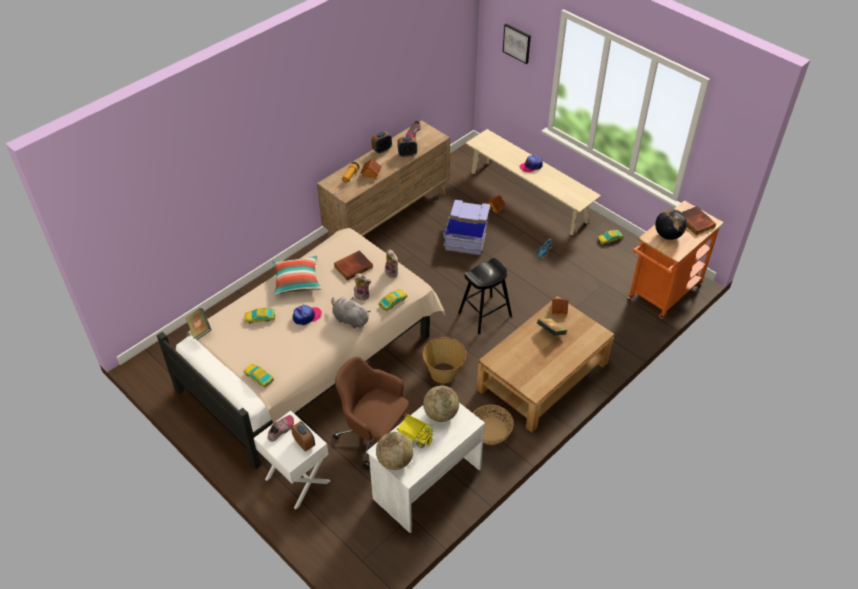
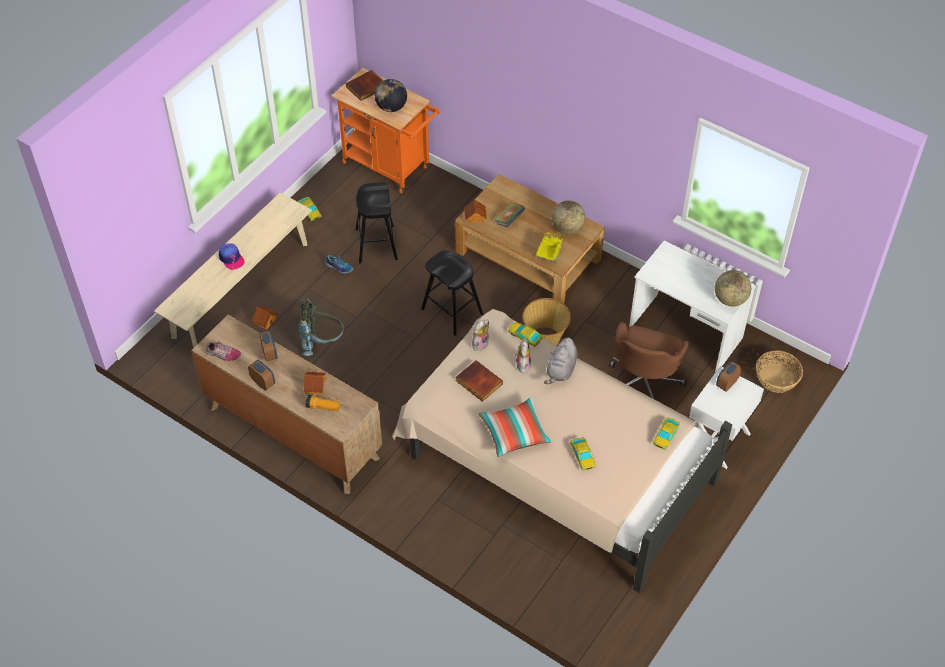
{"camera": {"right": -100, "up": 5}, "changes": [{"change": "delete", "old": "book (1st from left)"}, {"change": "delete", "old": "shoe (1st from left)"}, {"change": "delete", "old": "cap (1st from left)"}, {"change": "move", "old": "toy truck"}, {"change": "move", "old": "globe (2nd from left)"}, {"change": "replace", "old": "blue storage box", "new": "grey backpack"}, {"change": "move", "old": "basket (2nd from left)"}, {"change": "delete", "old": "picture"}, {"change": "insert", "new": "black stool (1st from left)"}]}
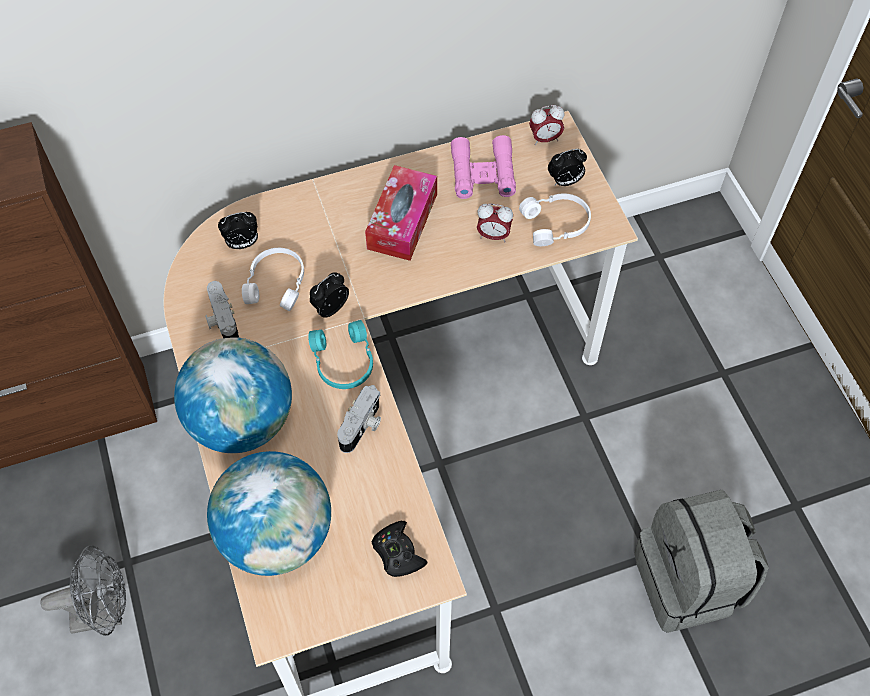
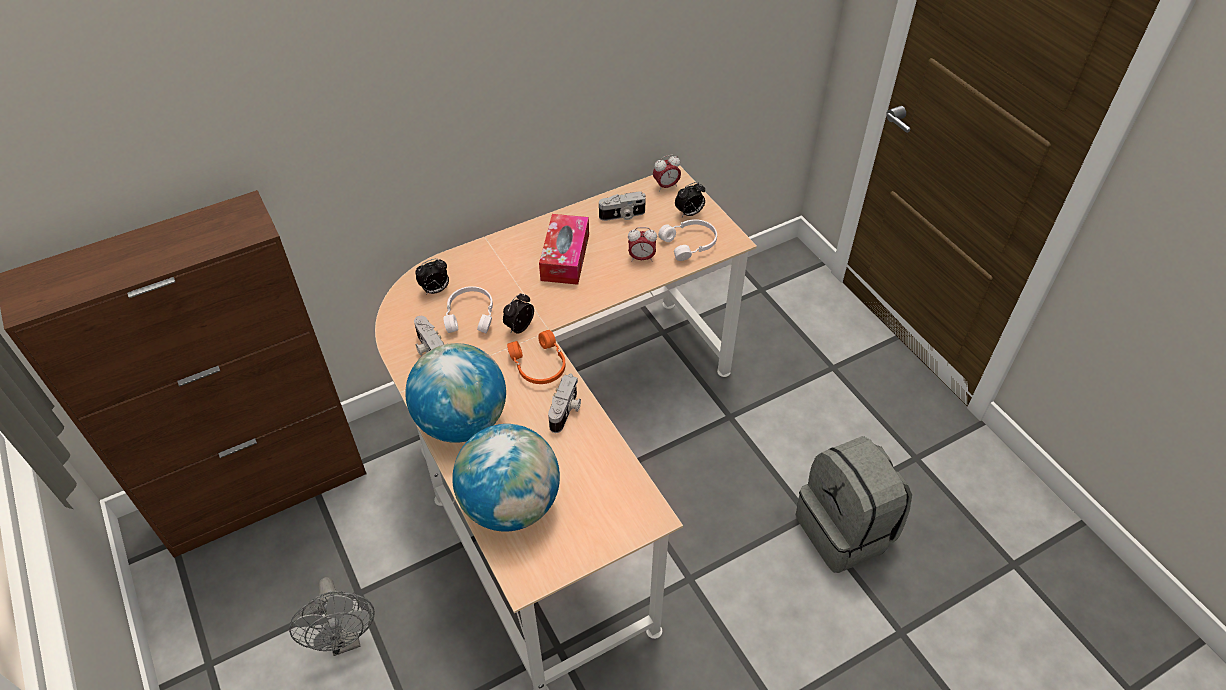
{"camera": {"right": -10, "up": -10}, "changes": [{"change": "rotate", "old": "grey fan", "degrees": 90}, {"change": "recolor", "old": "turquoise headphones", "new": "orange headphones"}, {"change": "delete", "old": "black game controller"}, {"change": "replace", "old": "pink binoculars", "new": "photo camera (3rd from left)"}]}
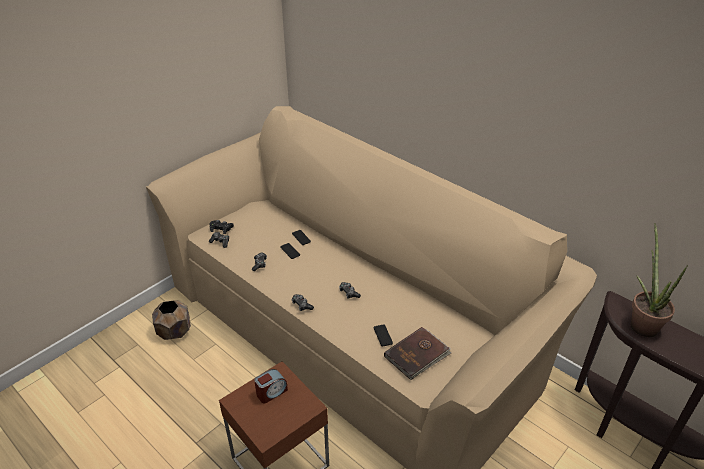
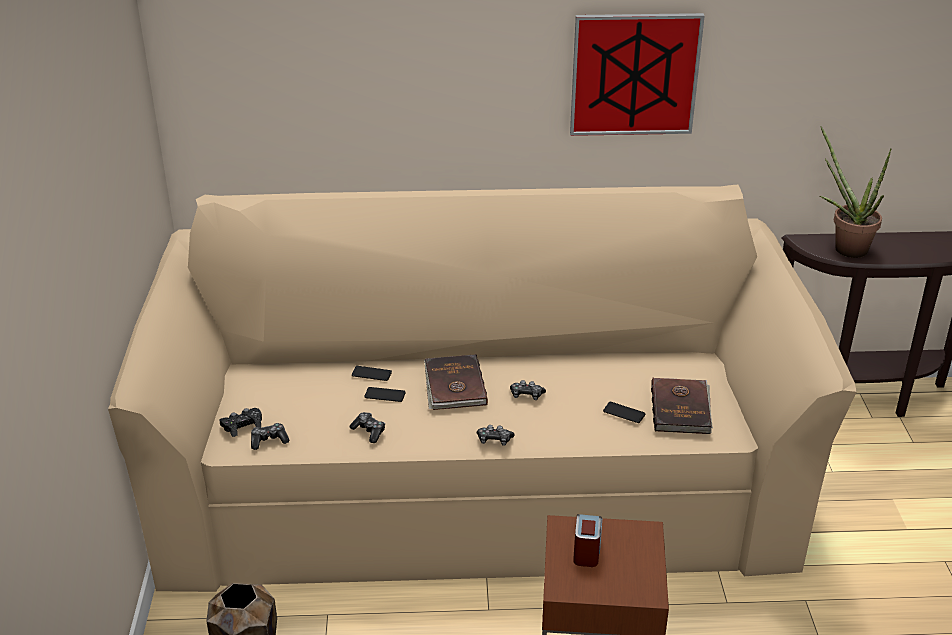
{"camera": {"right": -45, "up": -5}, "changes": [{"change": "insert", "new": "brown book (1st from left)"}, {"change": "insert", "new": "picture"}]}
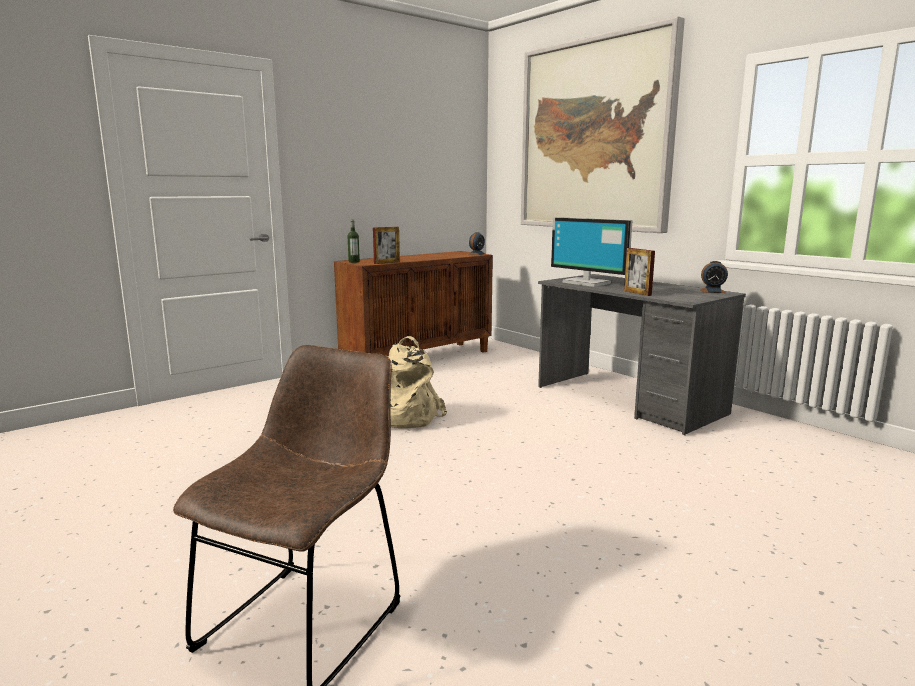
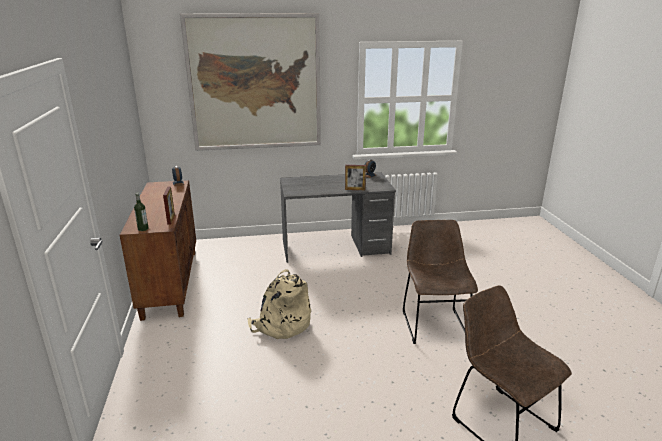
{"camera": {"right": -60, "up": 10}, "changes": [{"change": "delete", "old": "monitor"}, {"change": "insert", "new": "brown chair (1st from left)"}]}
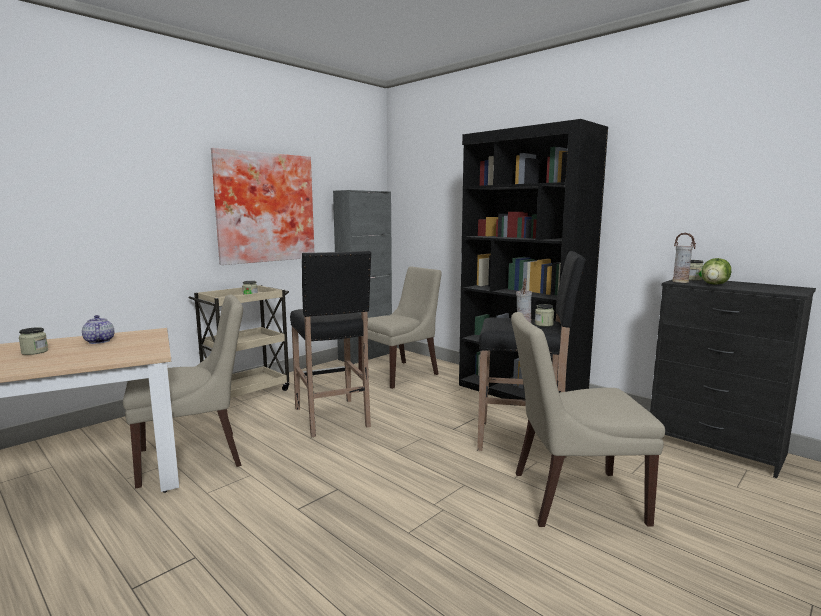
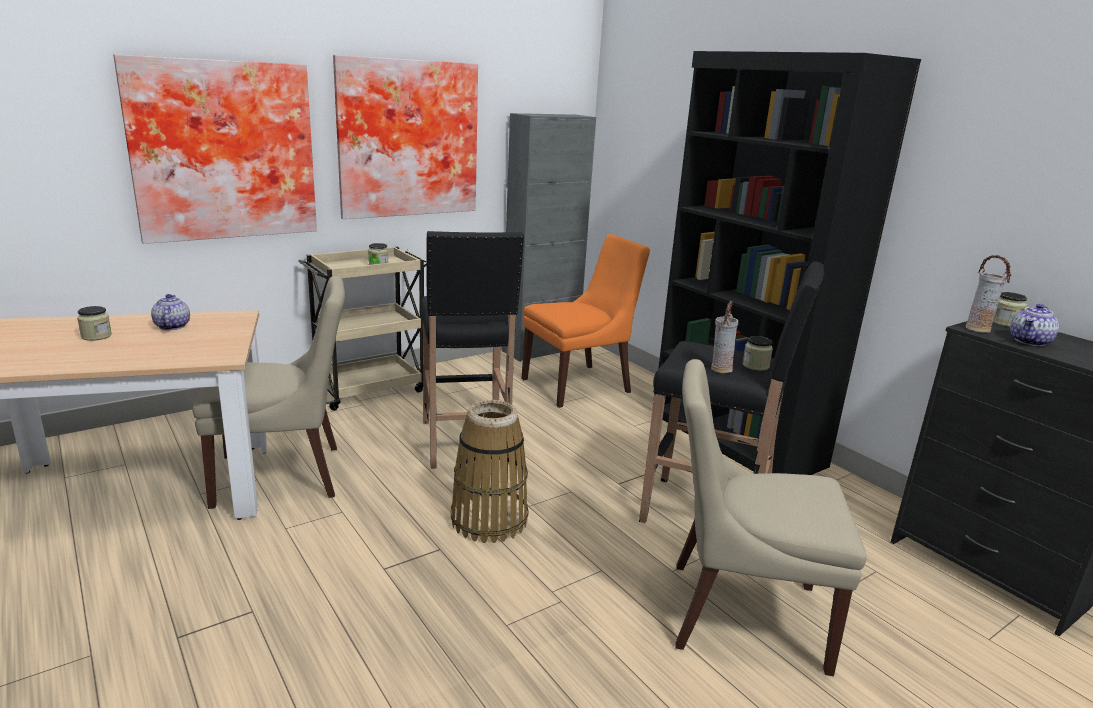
{"camera": {"right": 10, "up": 10}, "changes": [{"change": "recolor", "old": "beige chair (2nd from left)", "new": "orange chair"}, {"change": "replace", "old": "lettuce", "new": "teapot (2nd from left)"}, {"change": "insert", "new": "picture (1st from left)"}, {"change": "insert", "new": "basket"}]}
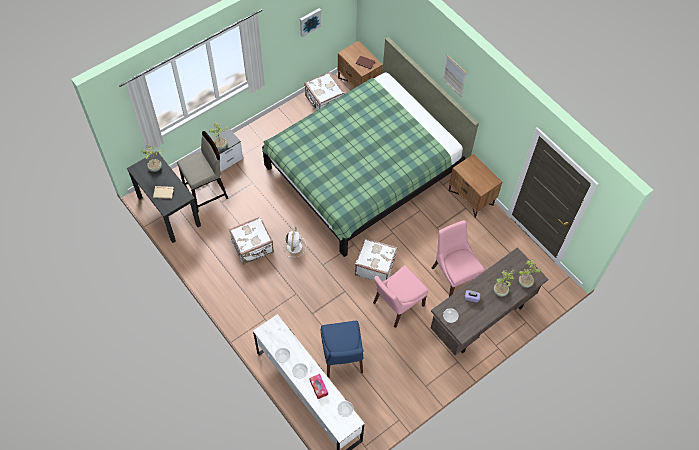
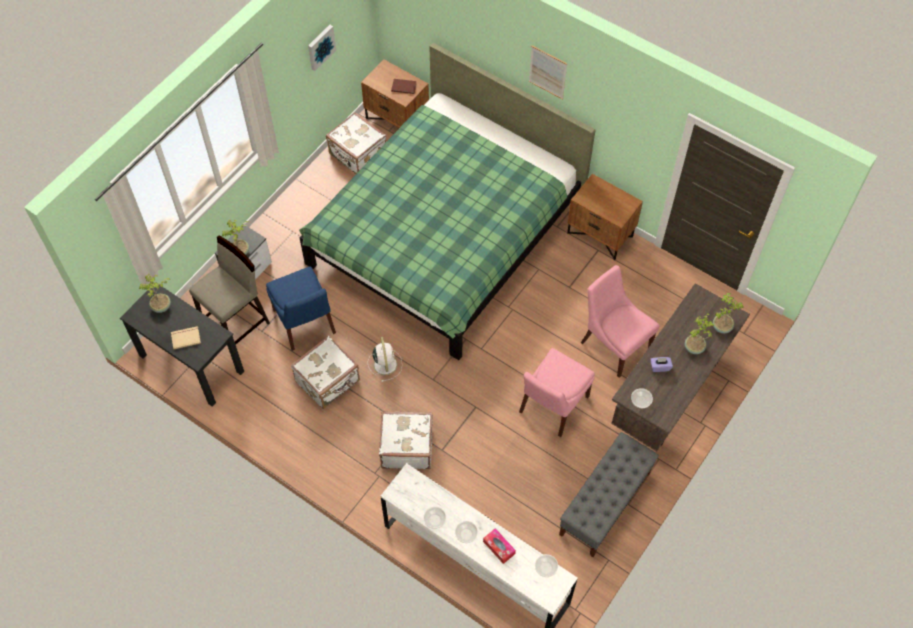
{"camera": {"right": -15, "up": 0}, "changes": [{"change": "move", "old": "blue chair"}, {"change": "move", "old": "white suitcase (3rd from left)"}, {"change": "insert", "new": "grey bench"}]}
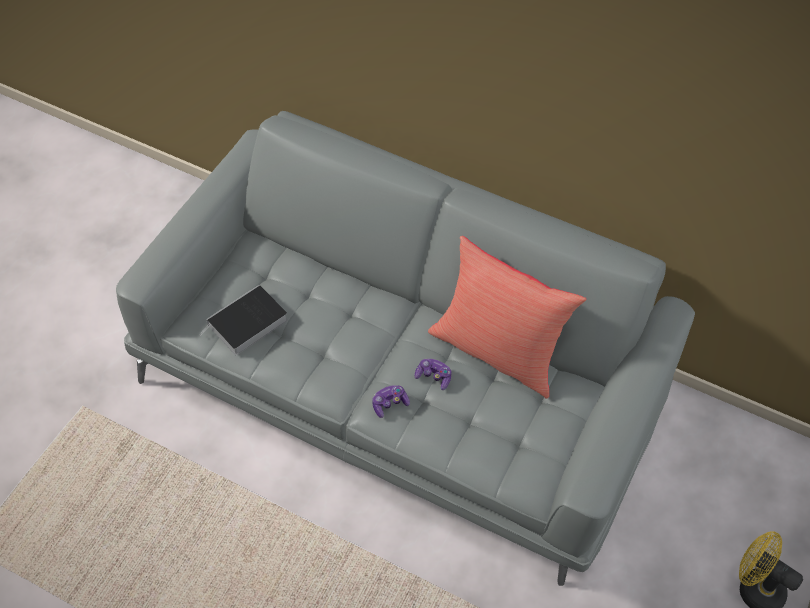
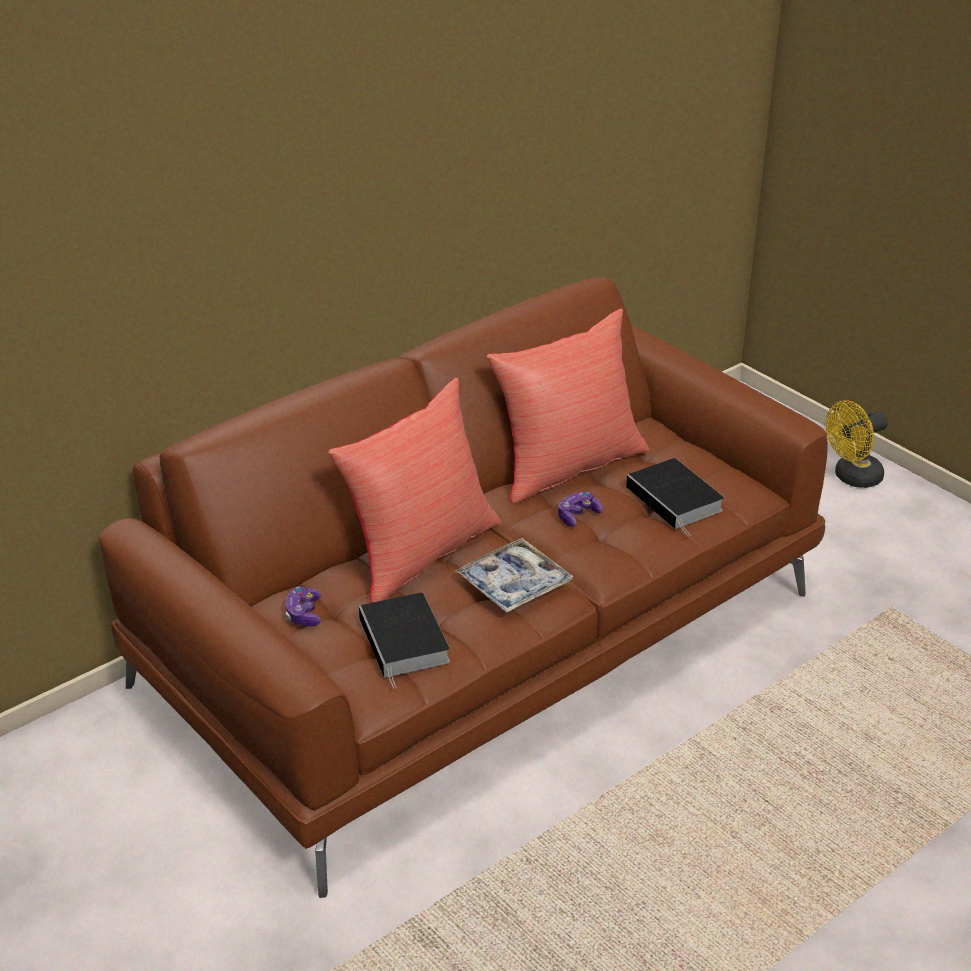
{"camera": {"right": -65, "up": -20}, "changes": [{"change": "recolor", "old": "grey sofa", "new": "brown sofa"}, {"change": "move", "old": "game controller (1st from left)"}, {"change": "insert", "new": "red pillow (1st from left)"}, {"change": "insert", "new": "tray"}, {"change": "insert", "new": "book (2nd from left)"}]}
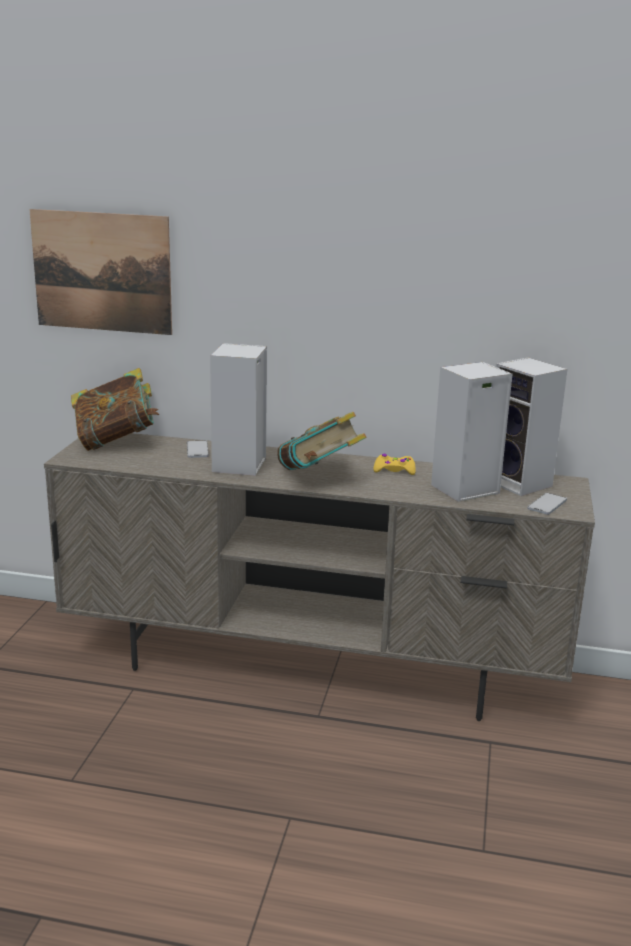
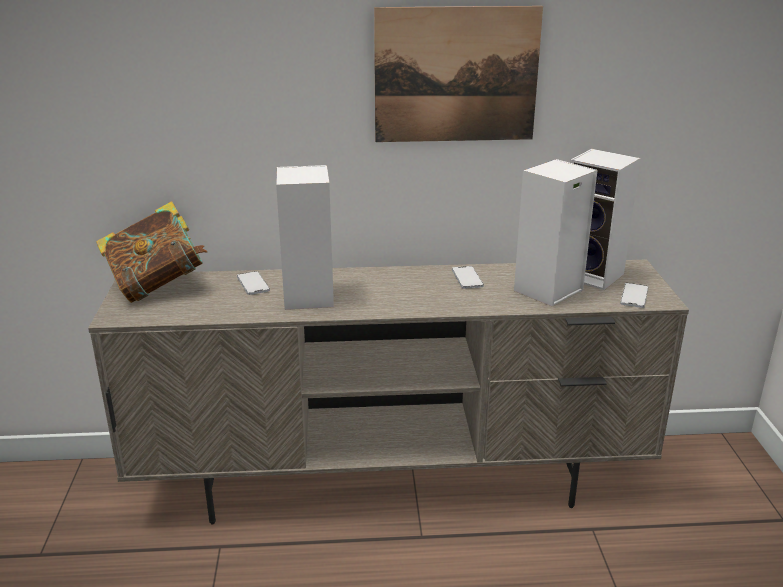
{"camera": {"right": -15, "up": 5}, "changes": [{"change": "move", "old": "picture"}, {"change": "delete", "old": "book (2nd from left)"}, {"change": "replace", "old": "yellow game controller", "new": "phone (2nd from left)"}]}
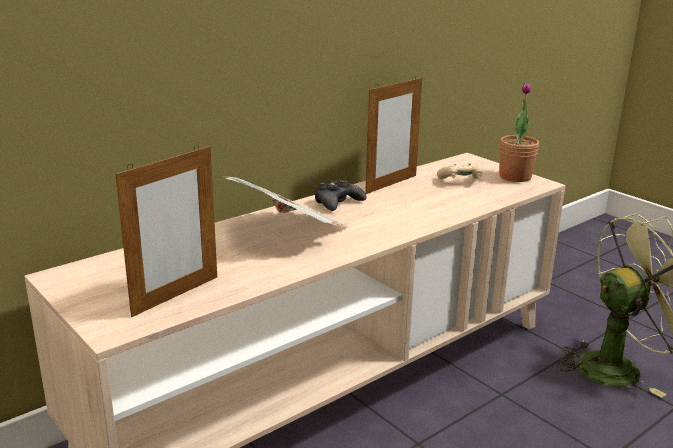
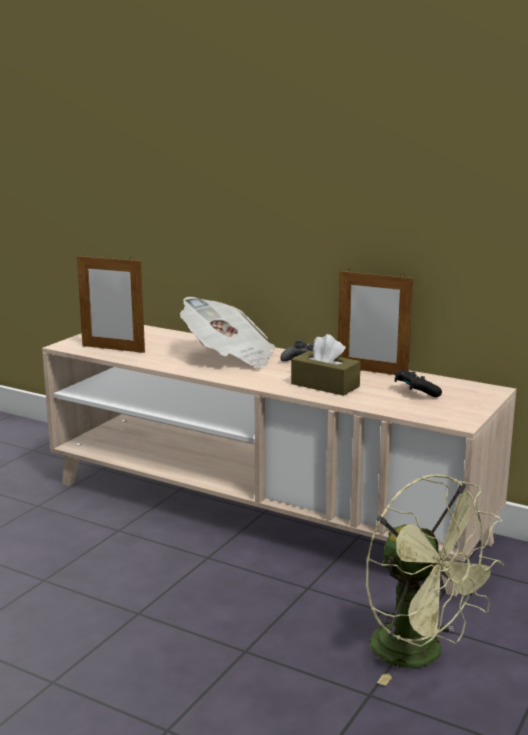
{"camera": {"right": 70, "up": -5}, "changes": [{"change": "recolor", "old": "beige game controller", "new": "black game controller (2nd from left)"}, {"change": "delete", "old": "potted plant"}, {"change": "insert", "new": "brown tissue box"}]}
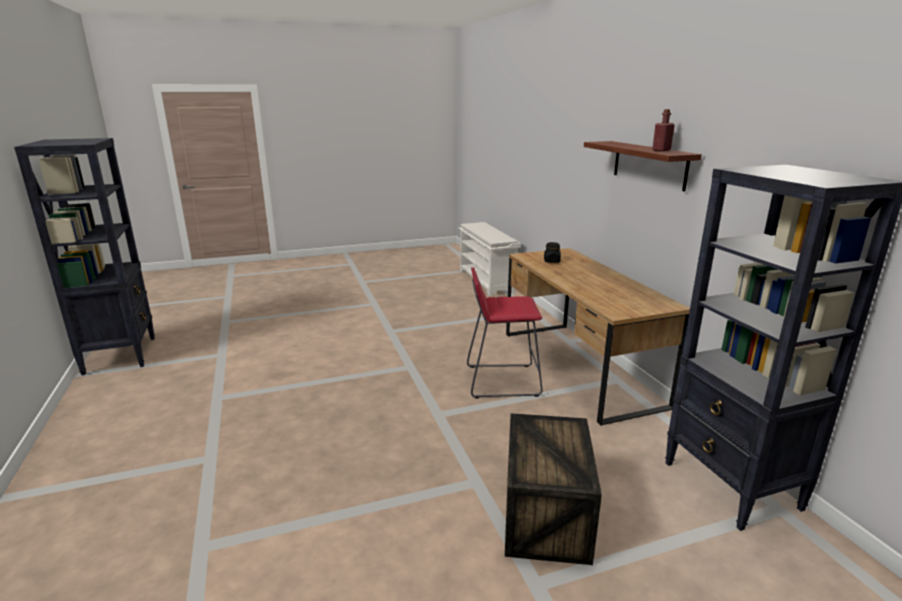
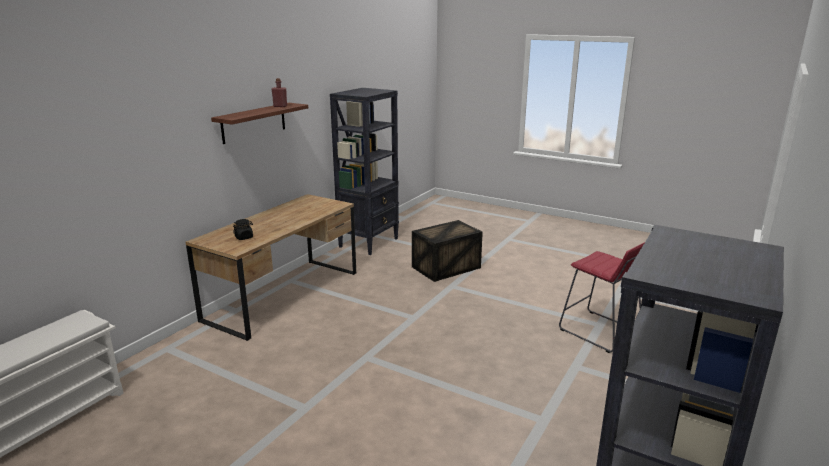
{"camera": {"right": -130, "up": 0}, "changes": [{"change": "move", "old": "red stool"}]}
